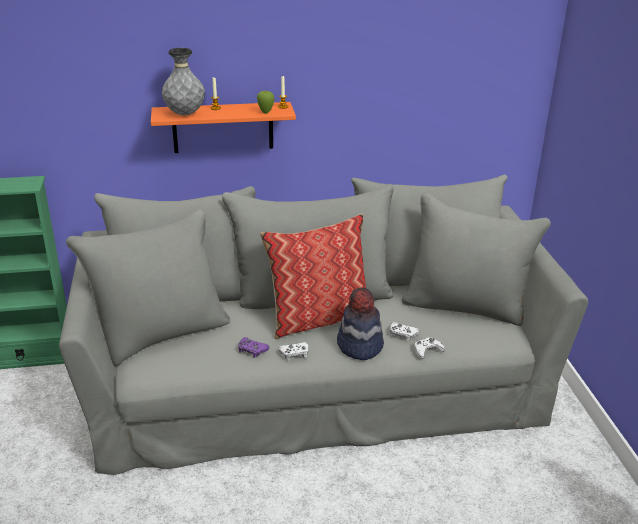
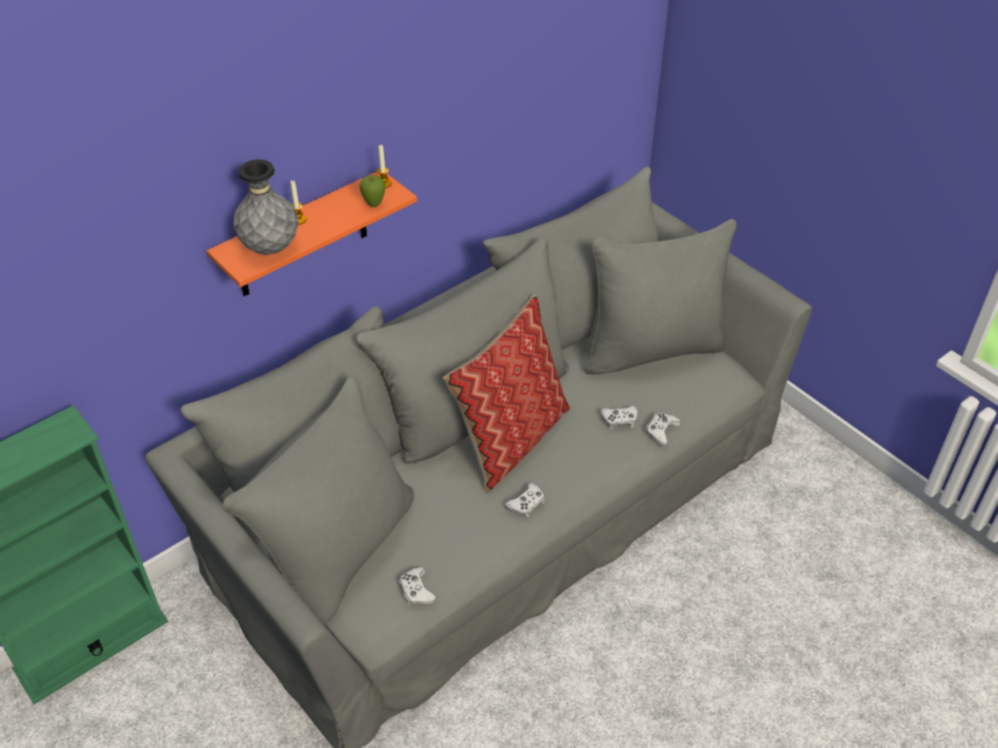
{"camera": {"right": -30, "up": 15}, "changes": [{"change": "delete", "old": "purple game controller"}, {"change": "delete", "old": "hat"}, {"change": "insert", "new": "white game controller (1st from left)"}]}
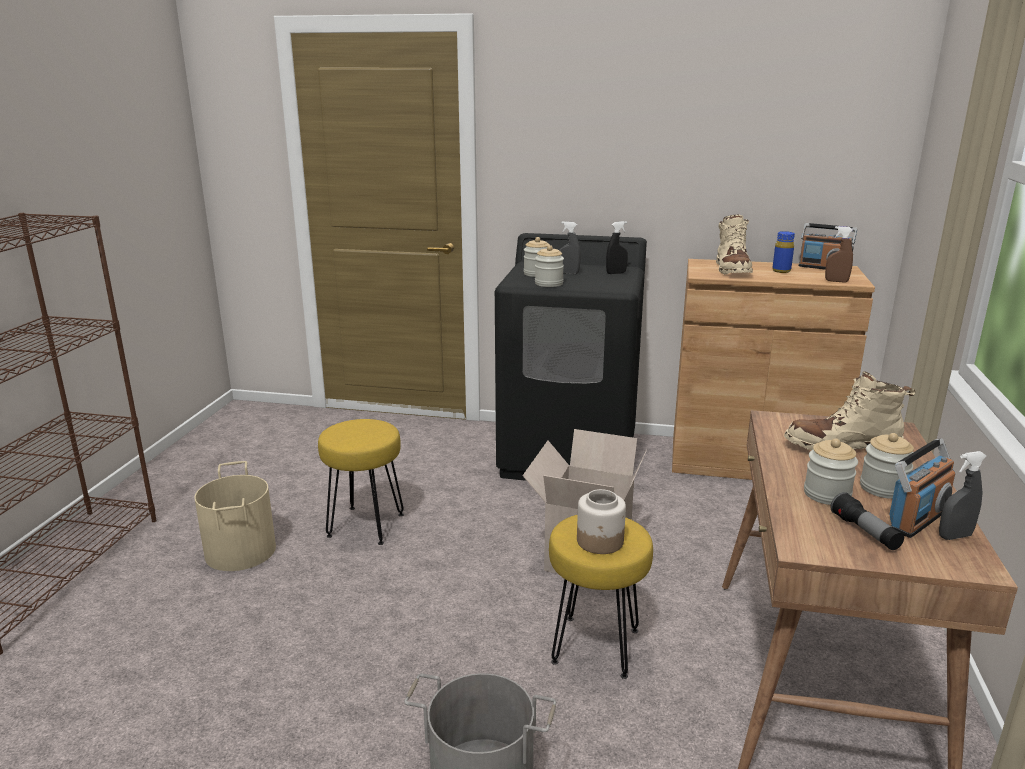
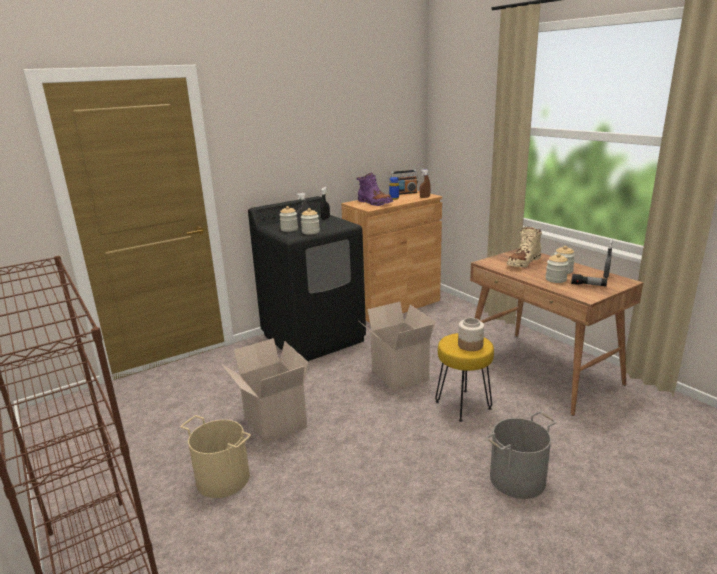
{"camera": {"right": -45, "up": 0}, "changes": [{"change": "replace", "old": "yellow stool (1st from left)", "new": "cardboard box (1st from left)"}, {"change": "recolor", "old": "beige boot (1st from left)", "new": "purple boot"}, {"change": "delete", "old": "radio (2nd from left)"}]}
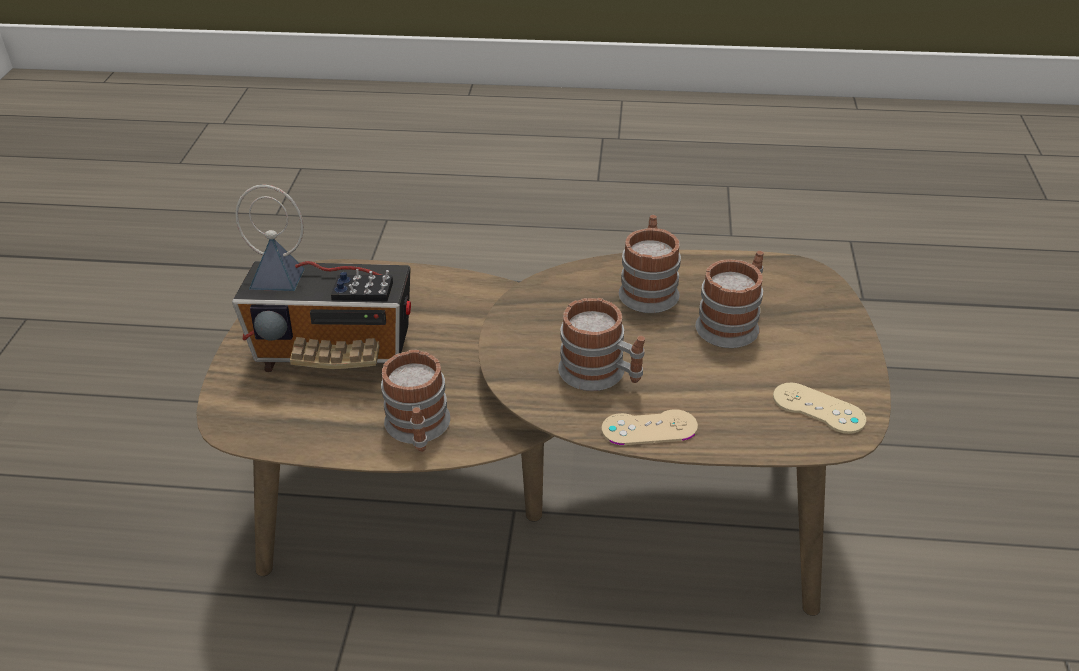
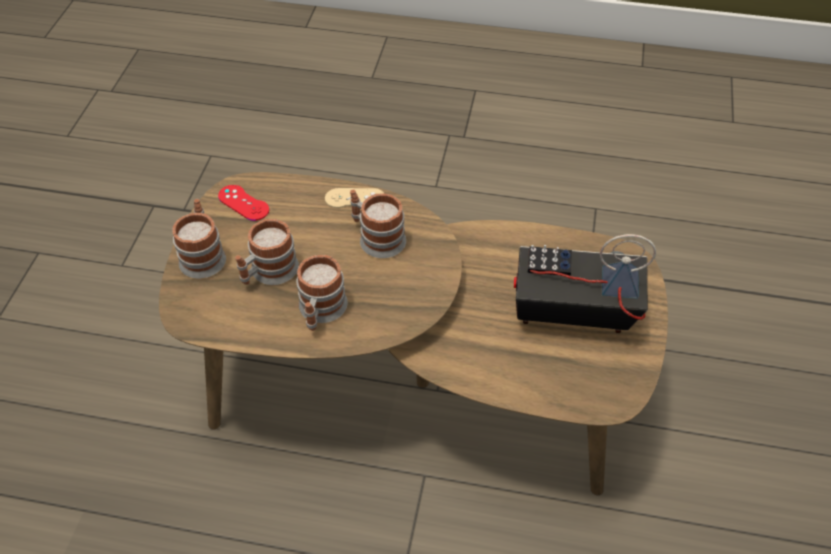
{"camera": {"right": -175, "up": 10}, "changes": [{"change": "move", "old": "mug (1st from left)"}, {"change": "recolor", "old": "beige game controller (2nd from left)", "new": "red game controller"}]}
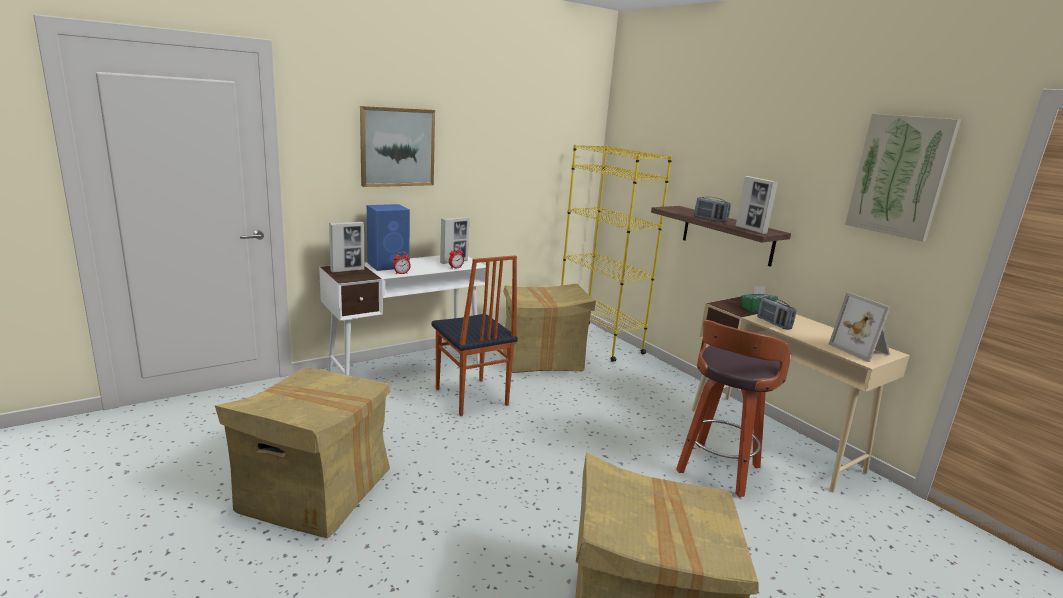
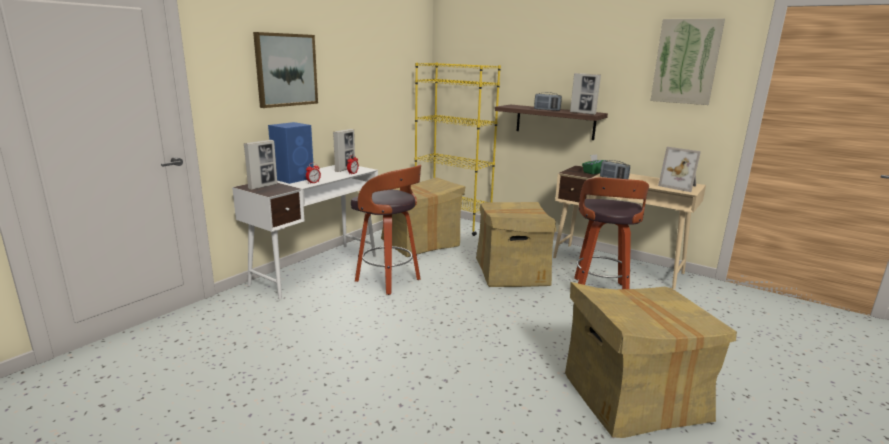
{"camera": {"right": -20, "up": 0}, "changes": [{"change": "move", "old": "cardboard box (1st from left in the first image)", "new": "cardboard box (2nd from left)"}, {"change": "replace", "old": "chair", "new": "stool (1st from left)"}]}
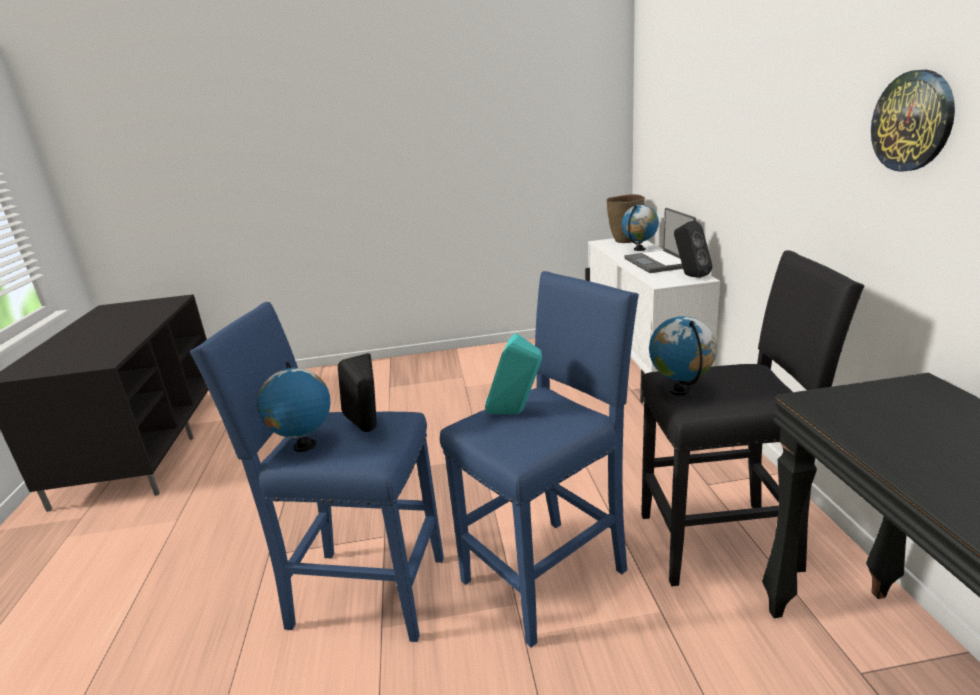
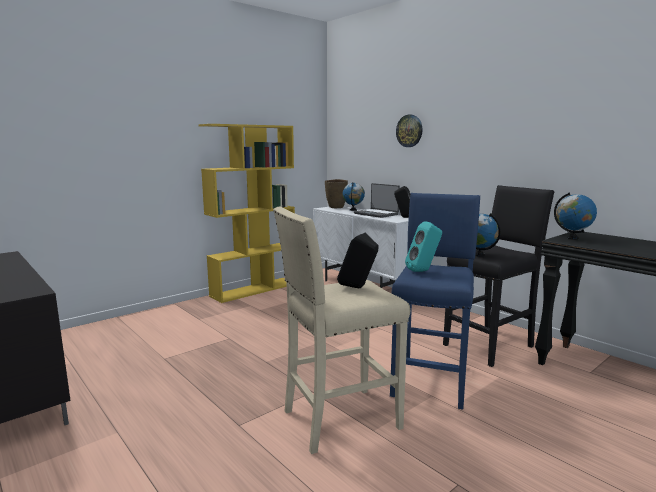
{"camera": {"right": -35, "up": -10}, "changes": [{"change": "recolor", "old": "blue stool (1st from left)", "new": "beige stool"}, {"change": "move", "old": "globe (1st from left in the first image)", "new": "globe (3rd from left)"}, {"change": "move", "old": "wall clock"}, {"change": "insert", "new": "yellow bookcase"}]}
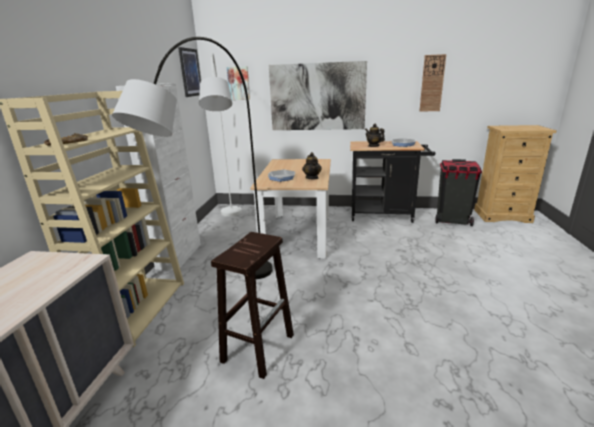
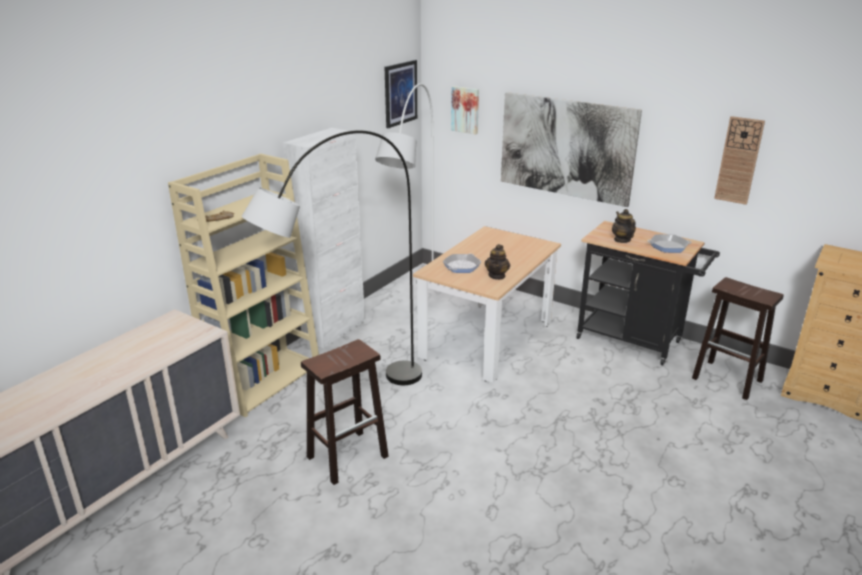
{"camera": {"right": 25, "up": 5}, "changes": [{"change": "replace", "old": "black trash can", "new": "brown stool (2nd from left)"}]}
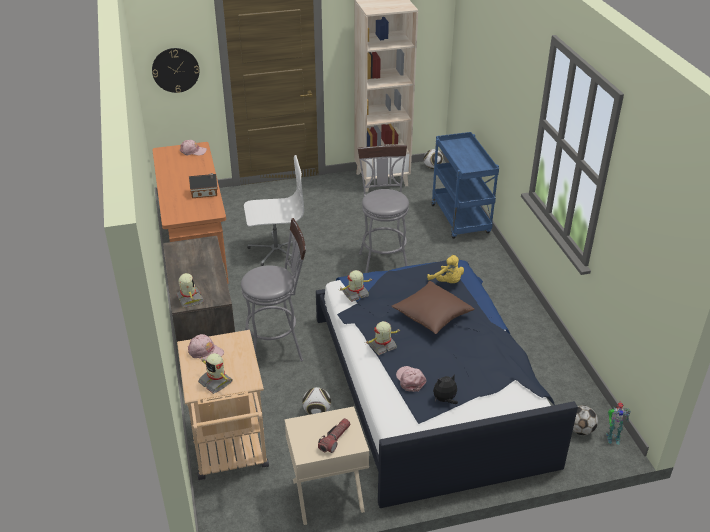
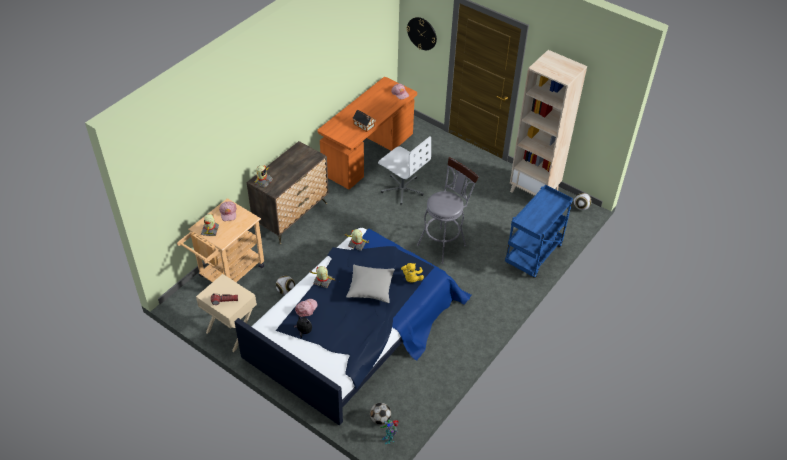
{"camera": {"right": 50, "up": 10}, "changes": [{"change": "delete", "old": "grey stool (1st from left)"}, {"change": "recolor", "old": "brown pillow", "new": "grey pillow"}]}
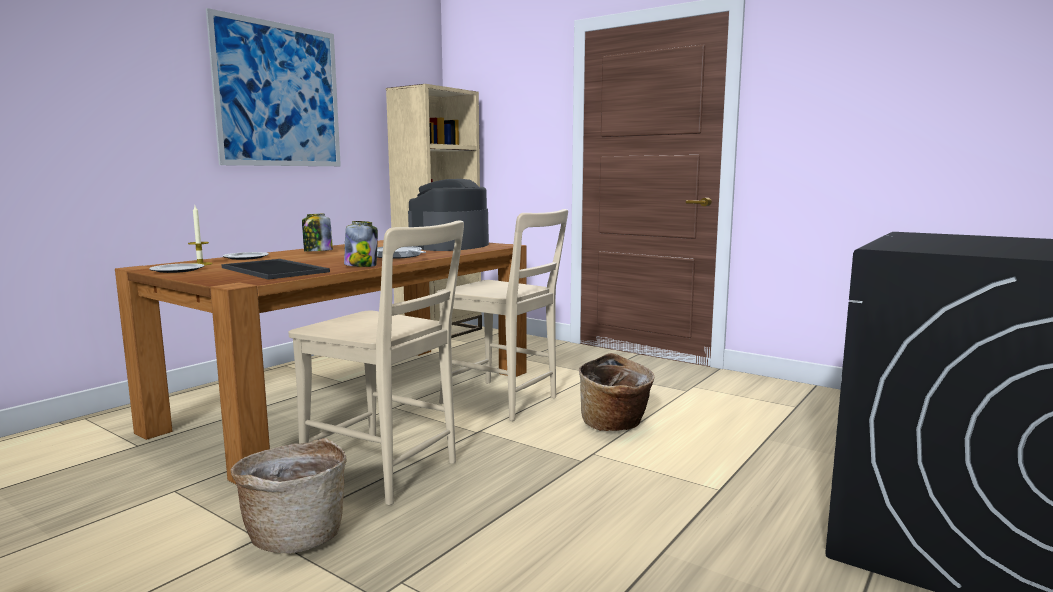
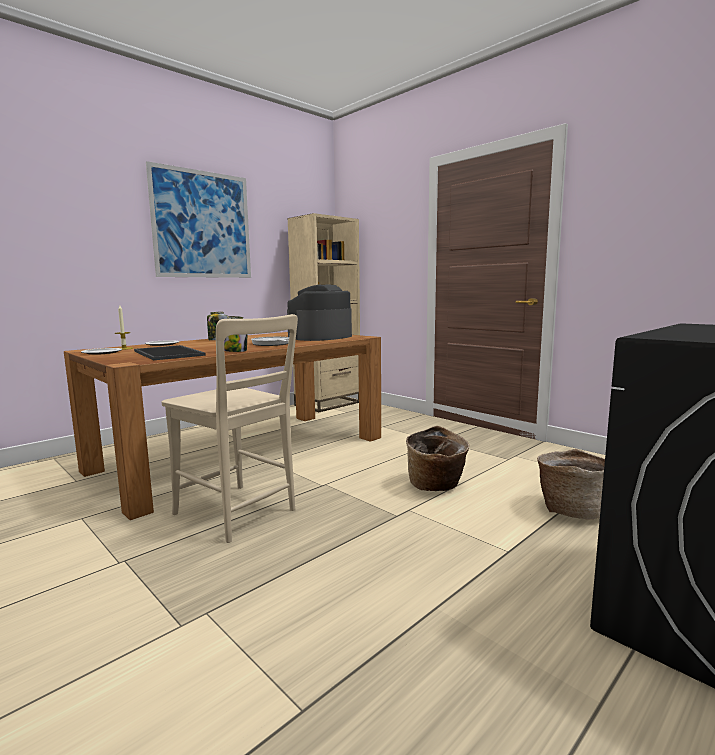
{"camera": {"right": 10, "up": 0}, "changes": [{"change": "move", "old": "basket (1st from left in the first image)", "new": "basket (2nd from left)"}, {"change": "delete", "old": "beige chair (2nd from left)"}]}
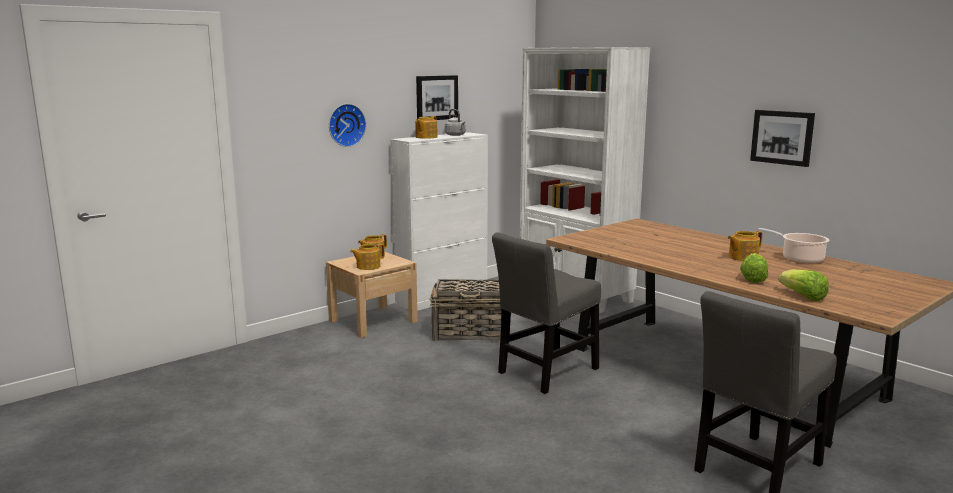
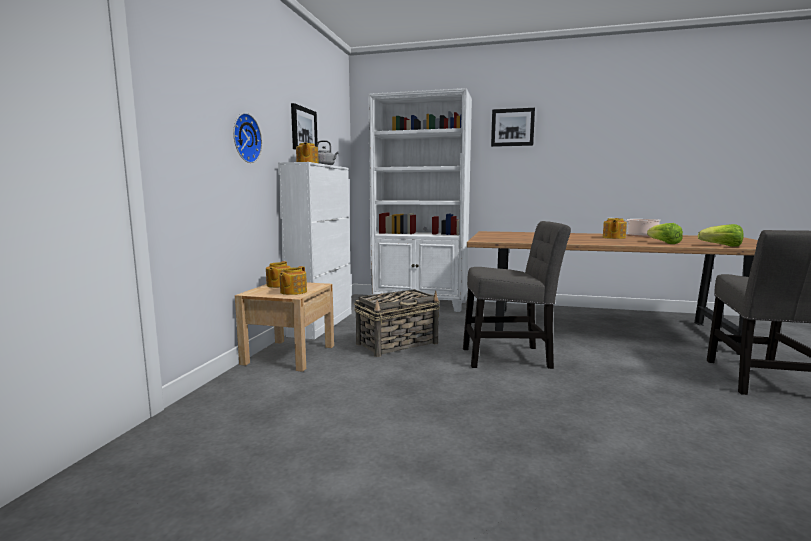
{"camera": {"right": -35, "up": -5}, "changes": [{"change": "rotate", "old": "grey chair (1st from left)", "degrees": -105}, {"change": "move", "old": "picture (2nd from left)"}]}
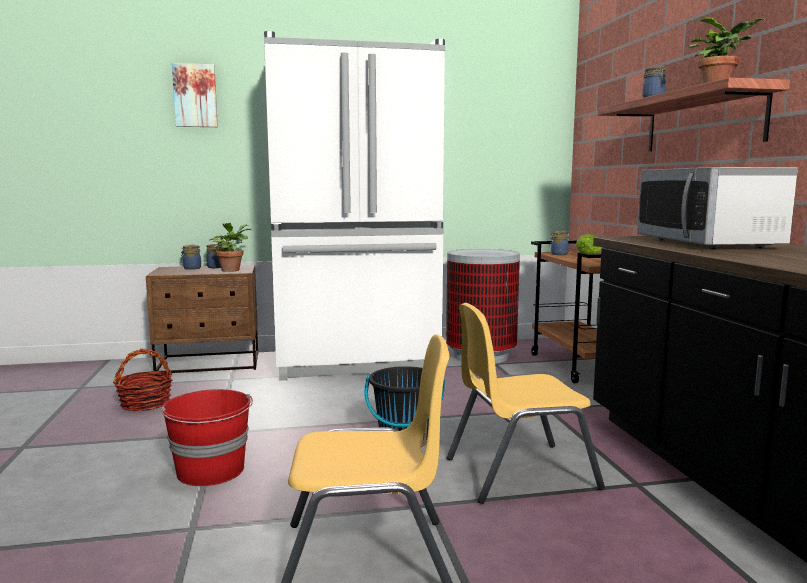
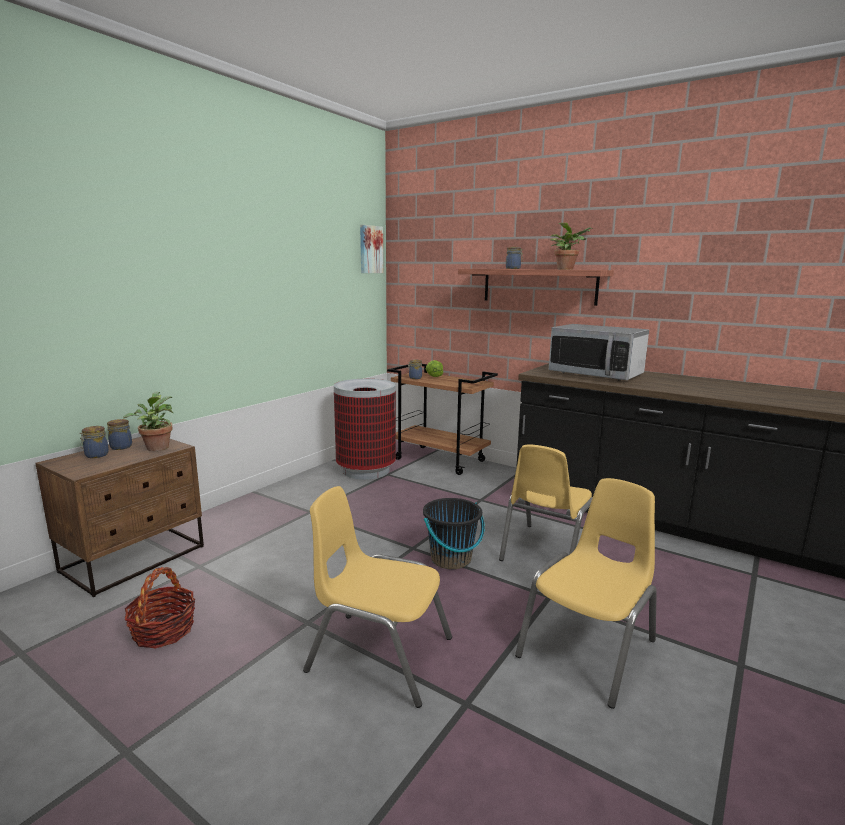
{"camera": {"right": -45, "up": 5}, "changes": [{"change": "replace", "old": "red bucket", "new": "yellow chair (1st from left)"}, {"change": "move", "old": "picture"}, {"change": "delete", "old": "white fridge"}]}
